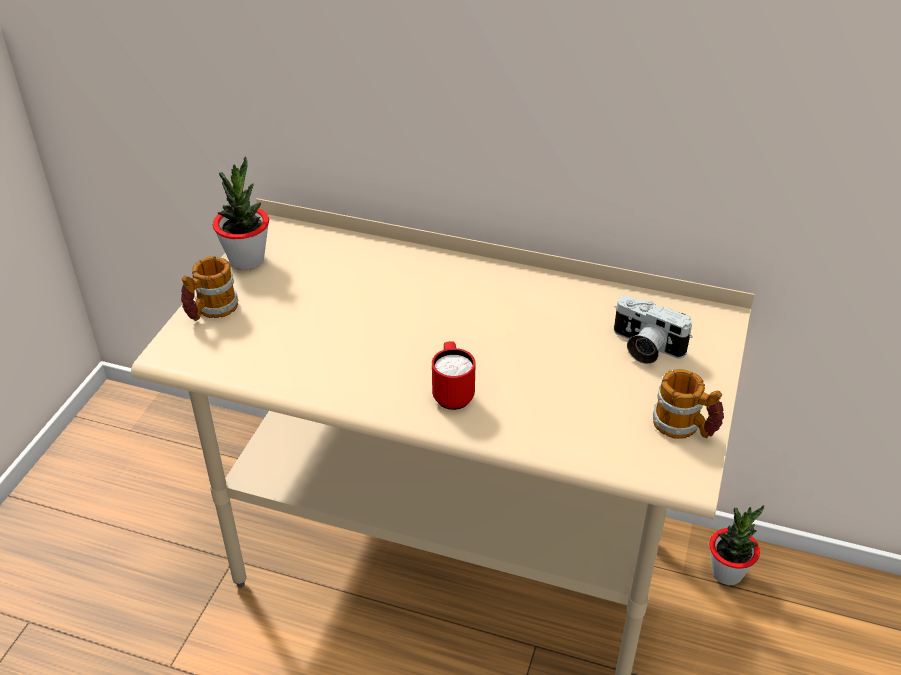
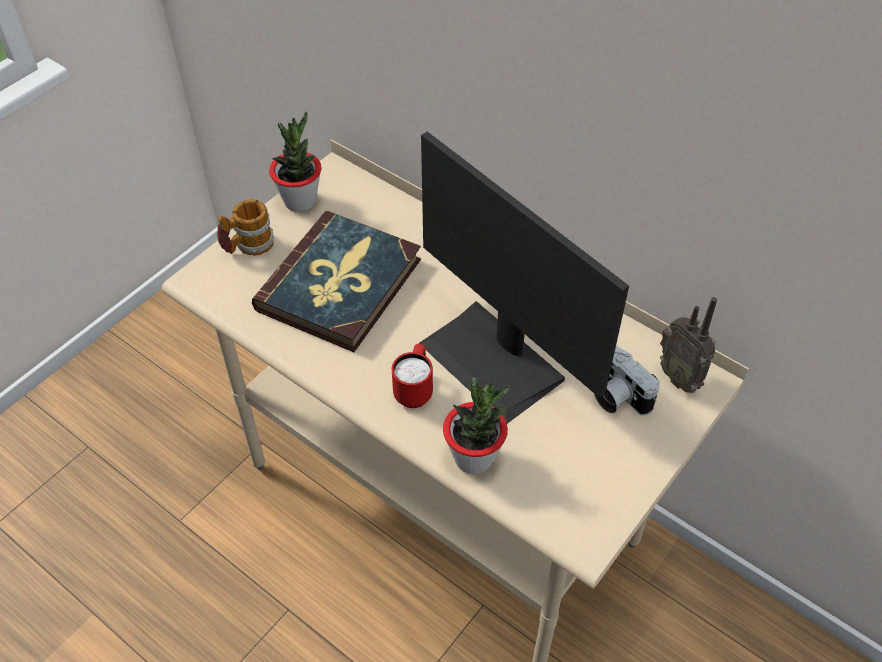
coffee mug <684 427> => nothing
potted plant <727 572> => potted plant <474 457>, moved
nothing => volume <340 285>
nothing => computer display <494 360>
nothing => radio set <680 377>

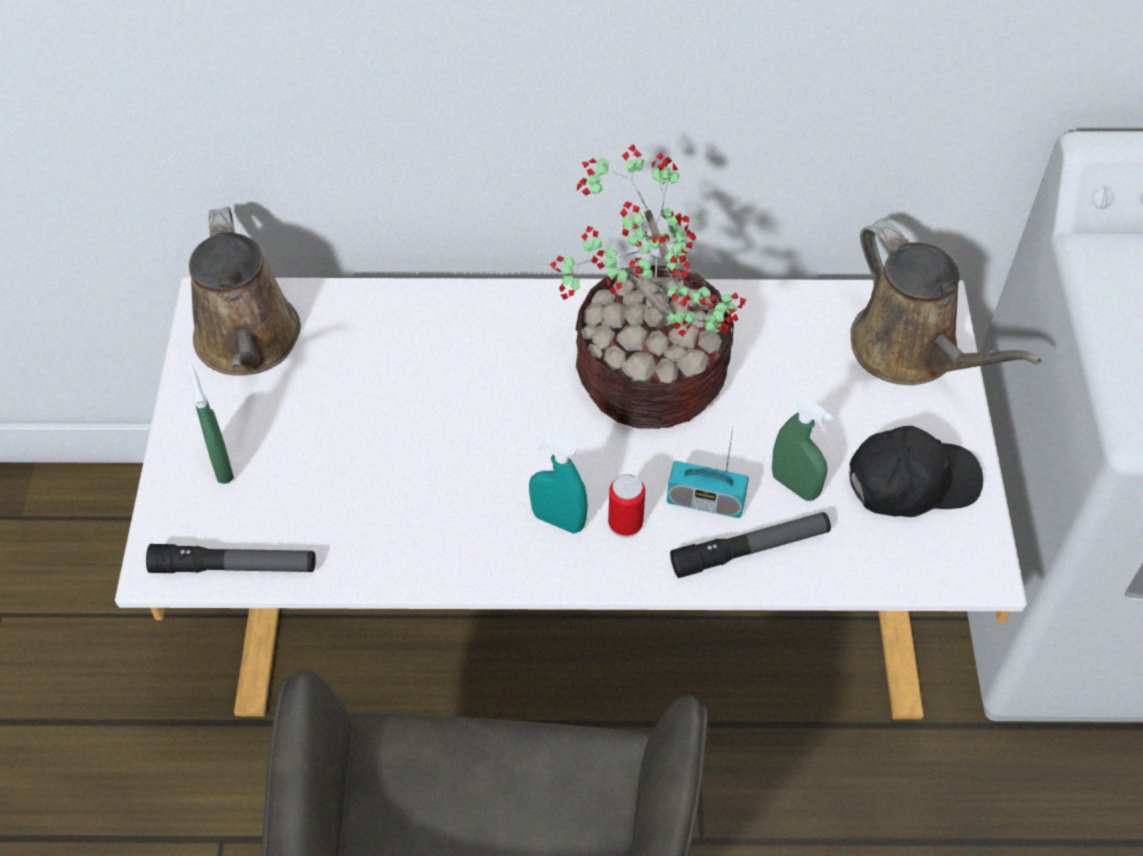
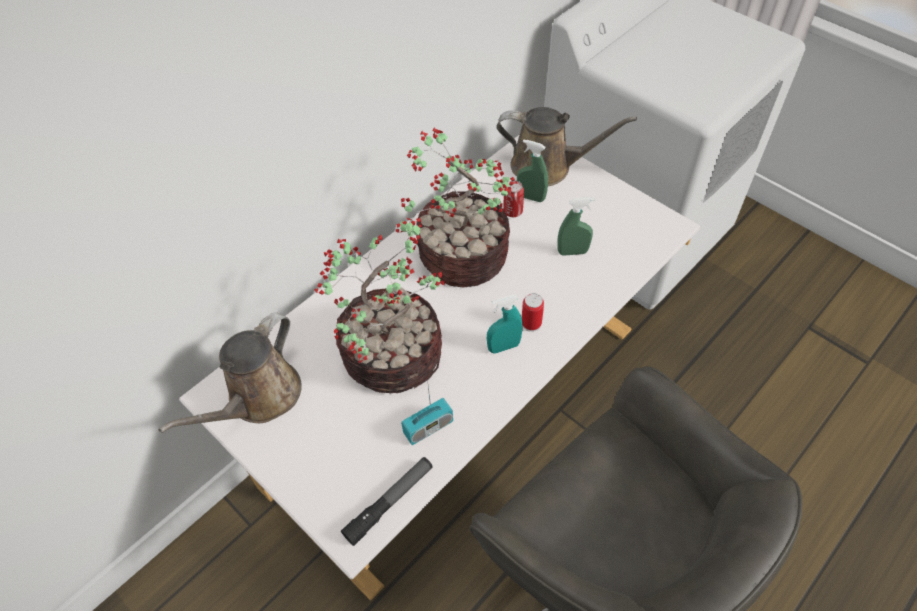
hand sprayer in greenish <221 465> => hand sprayer in greenish <531 197>, moved
watering pot in brownish <249 344> => watering pot in brownish <259 398>, 90 degrees clockwise
radio set <705 501> => radio set <428 428>, moved
torch <750 550> => nothing
cap in black <911 482> => nothing
nothing => potted plant <395 355>
nothing => metal can <513 211>

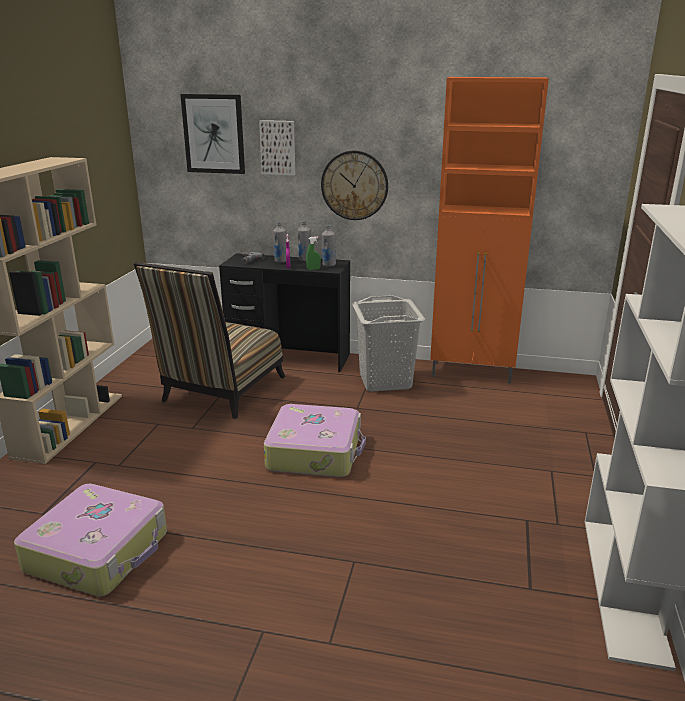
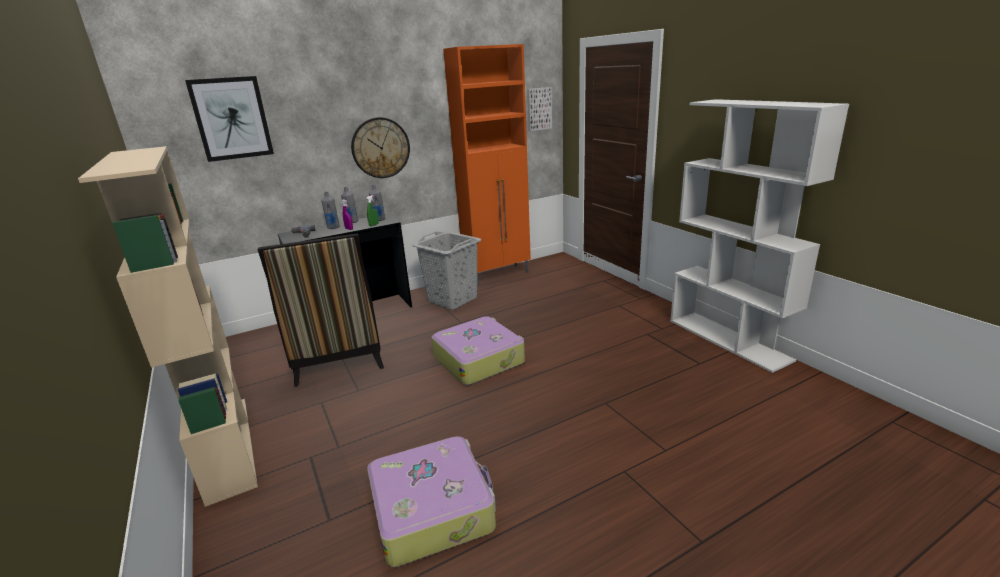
wall picture <278 147> => wall picture <538 109>, moved

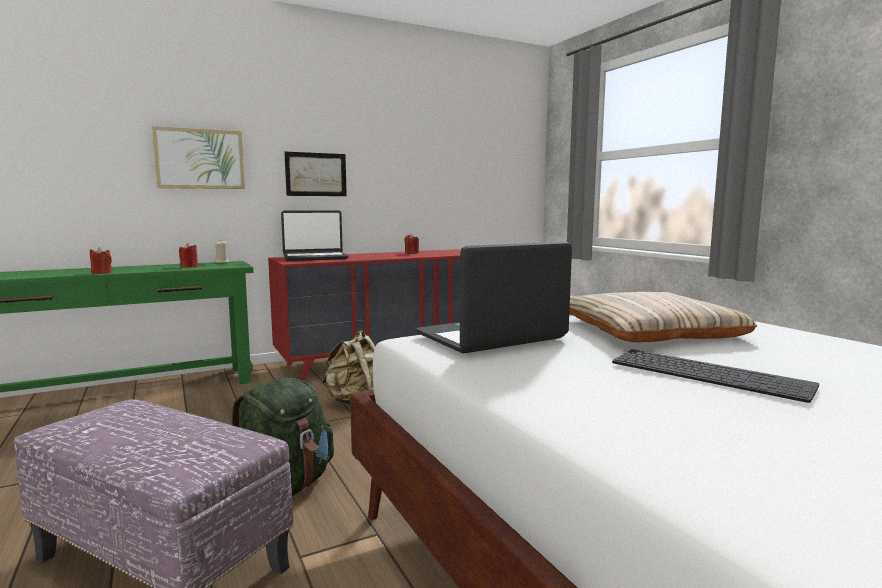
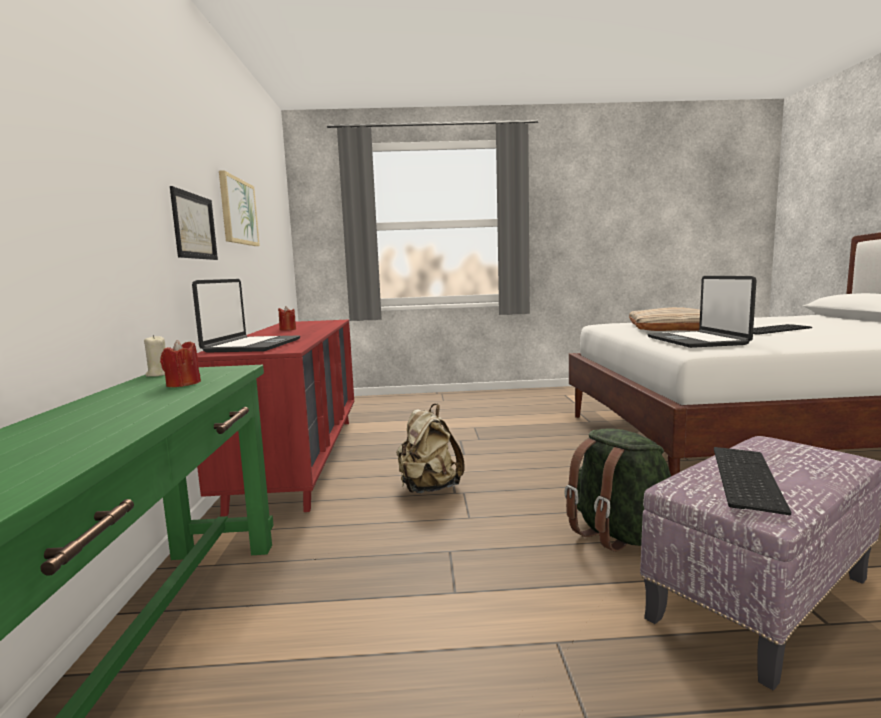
wax light in red <101 272> => nothing
wall picture <200 159> => wall picture <238 212>, moved
nothing => keyboard <742 476>

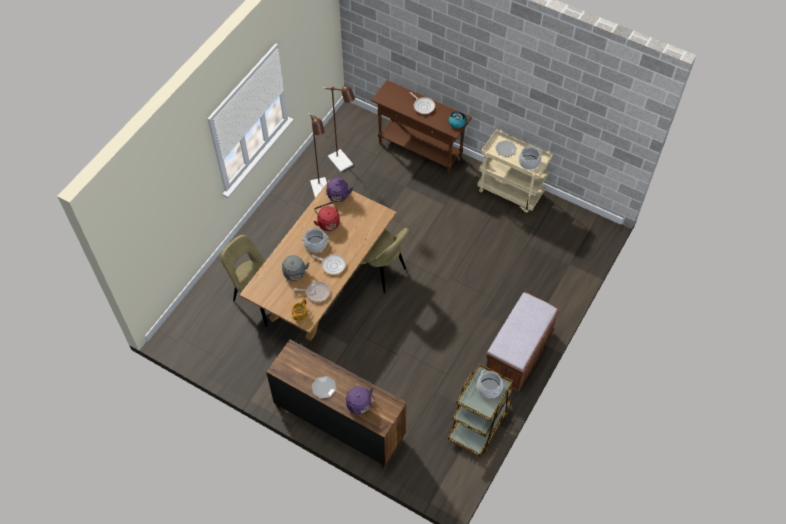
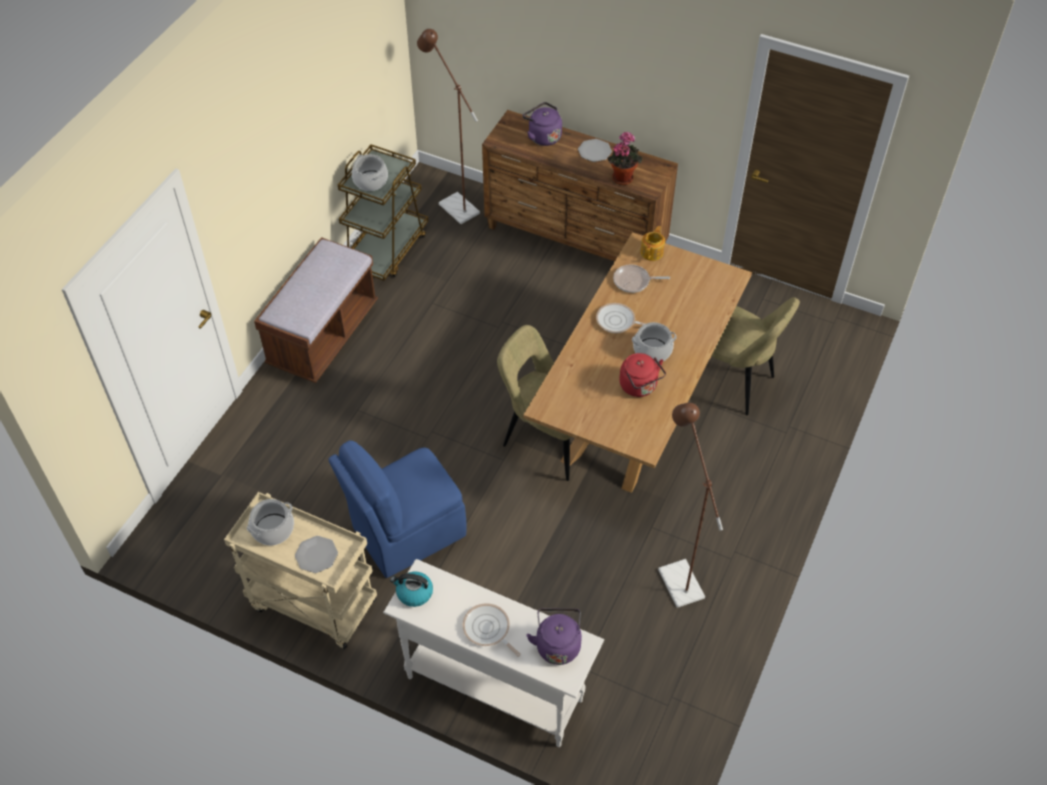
tea kettle in grey <295 274> => nothing
standard lamp in brownish <343 164> => standard lamp in brownish <454 204>, moved
tea kettle in purplish <338 196> => tea kettle in purplish <557 644>, moved
narrow table in brownish <420 150> => narrow table in white-coloured <494 688>
nothing => upright chair in bluish <406 532>
nothing => potted plant <623 177>

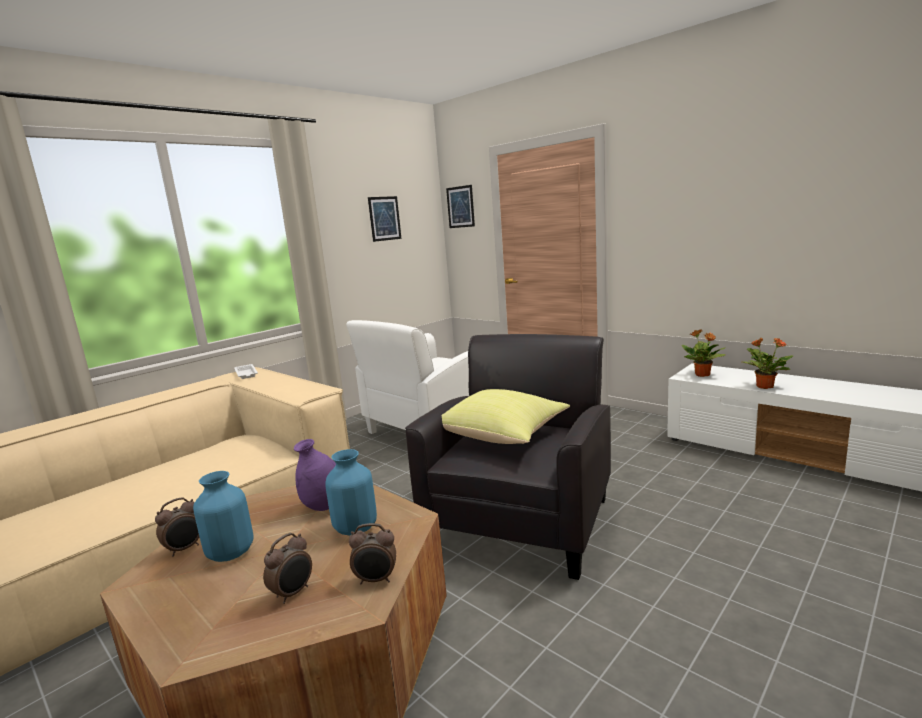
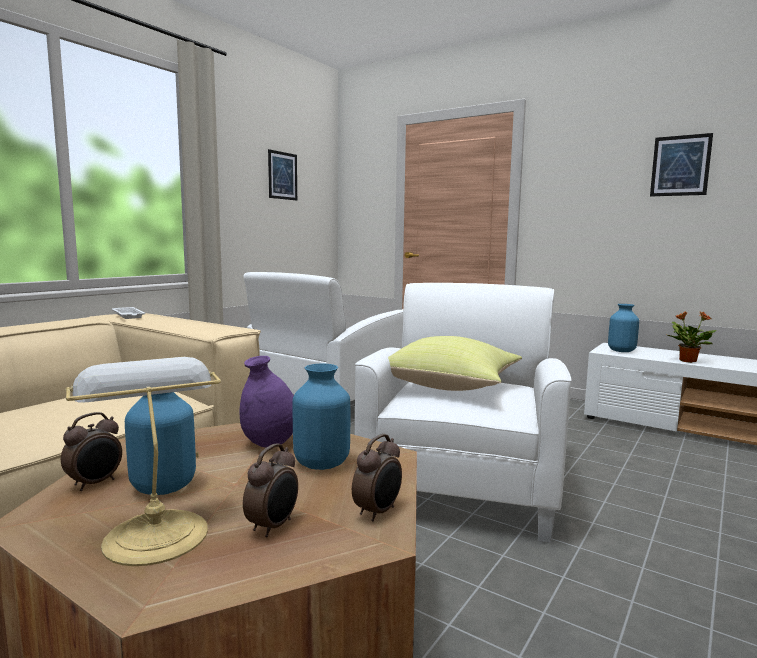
table clock <376 580> => table clock <378 512>, 45 degrees counterclockwise
lounge chair in black <522 521> => lounge chair in white-coloured <463 487>
wall picture <460 207> => wall picture <680 165>, moved
potted plant <702 375> => vase in bluish <621 351>
nothing => tabletop lamp <154 533>

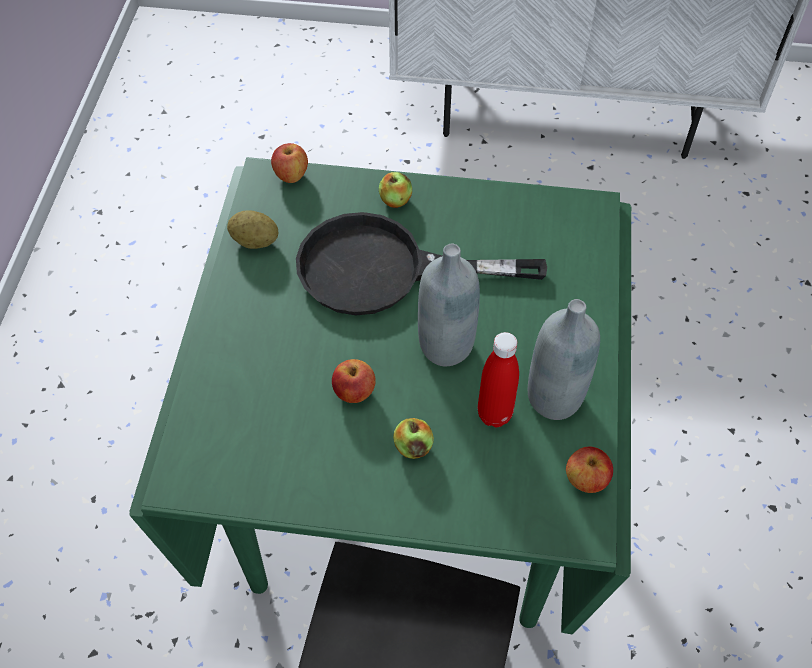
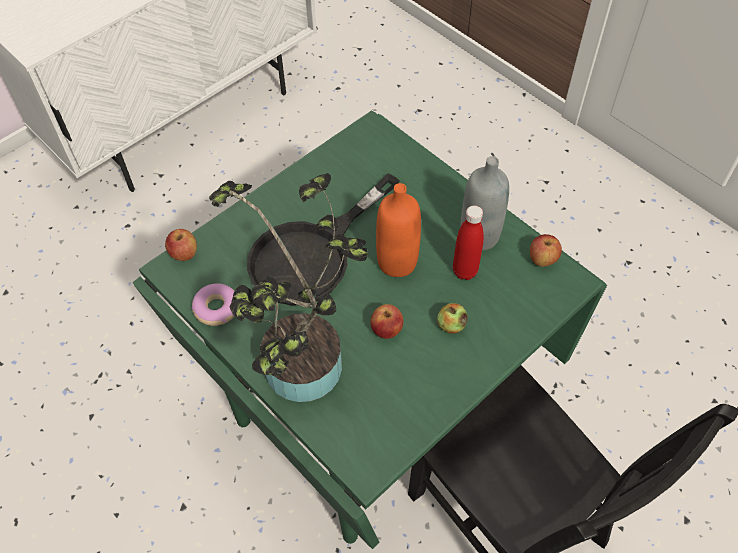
spud <255 241> => doughnut <217 308>
whole apple <395 200> => nothing
drink bottle in grey <446 346> => drink bottle in orange-coloured <397 262>
nothing => potted plant <302 375>

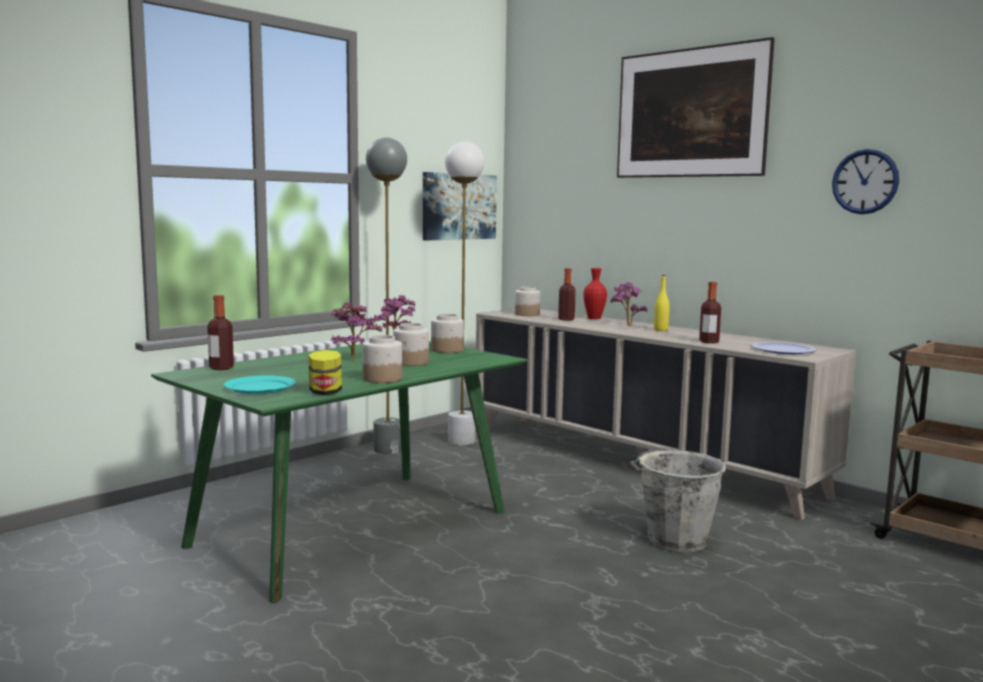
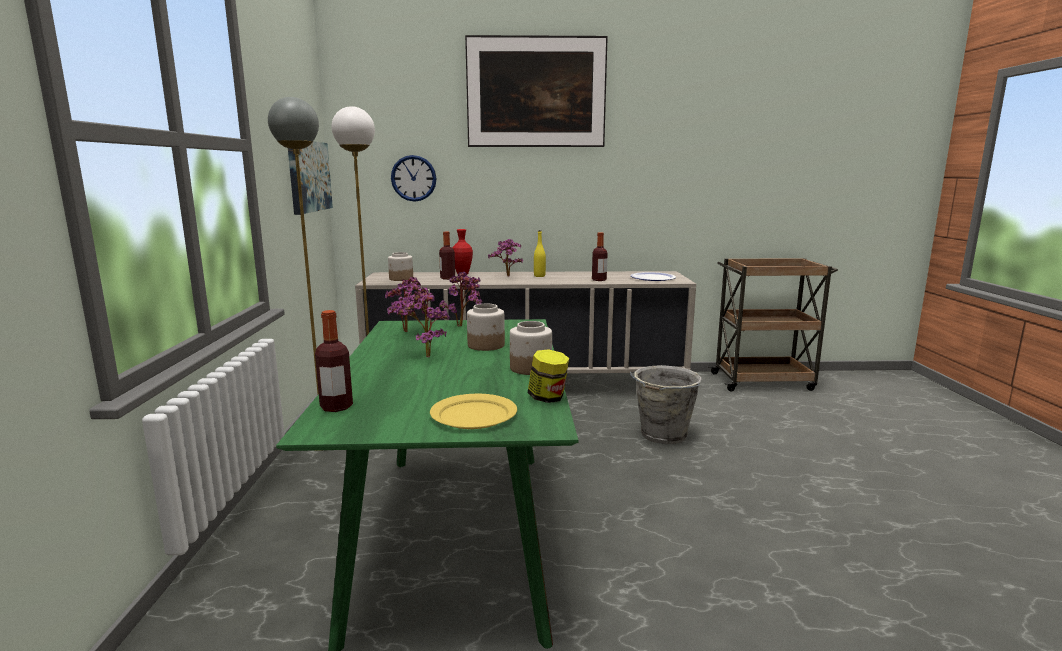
dinner plate in turquoise-coloured <259 388> => dinner plate in yellowish <474 415>
jar <446 350> => potted plant <463 326>
clock on the wall <865 182> => clock on the wall <413 178>, moved

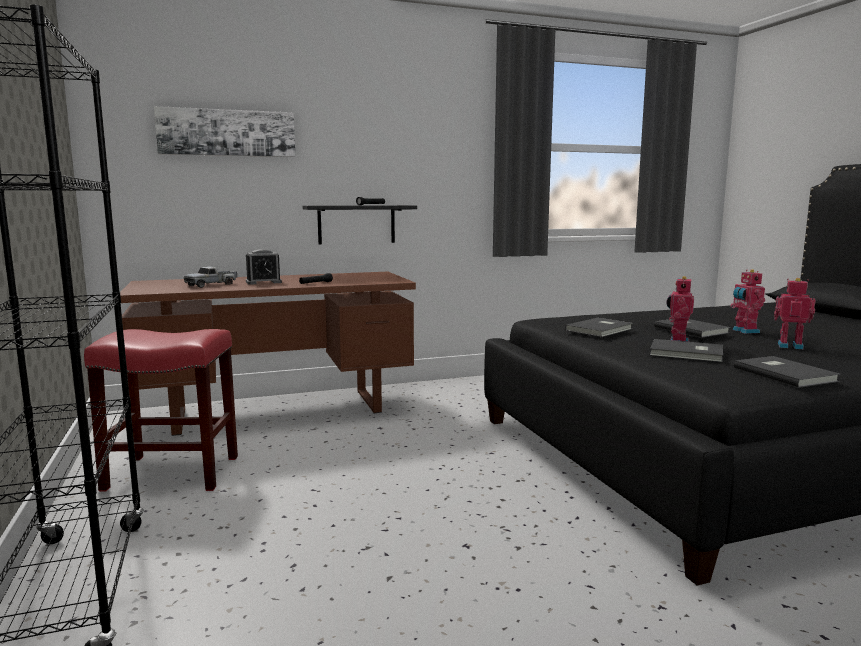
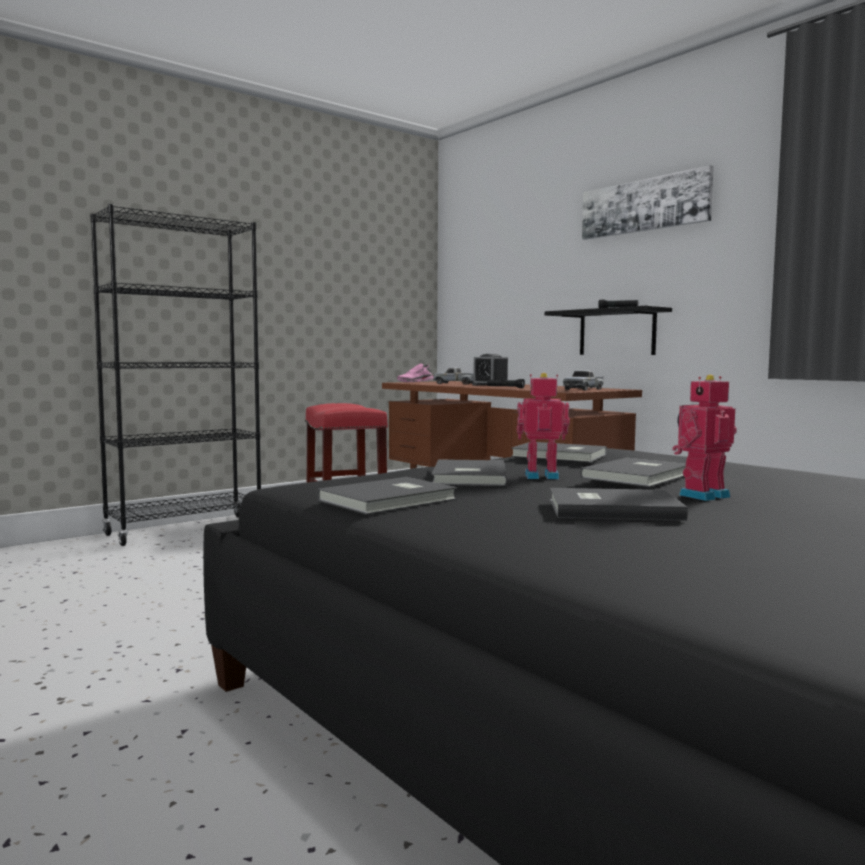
wall picture <227 133> => wall picture <644 206>, moved
model robot <790 346> => volume in grey <611 509>
nothing => low shoe in pinkish <416 382>
nothing => toy truck <584 389>

